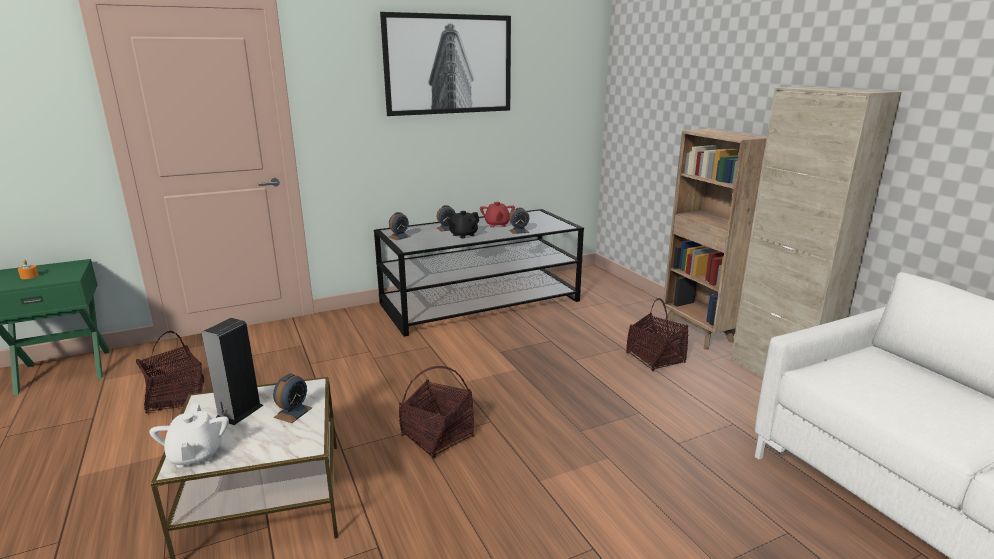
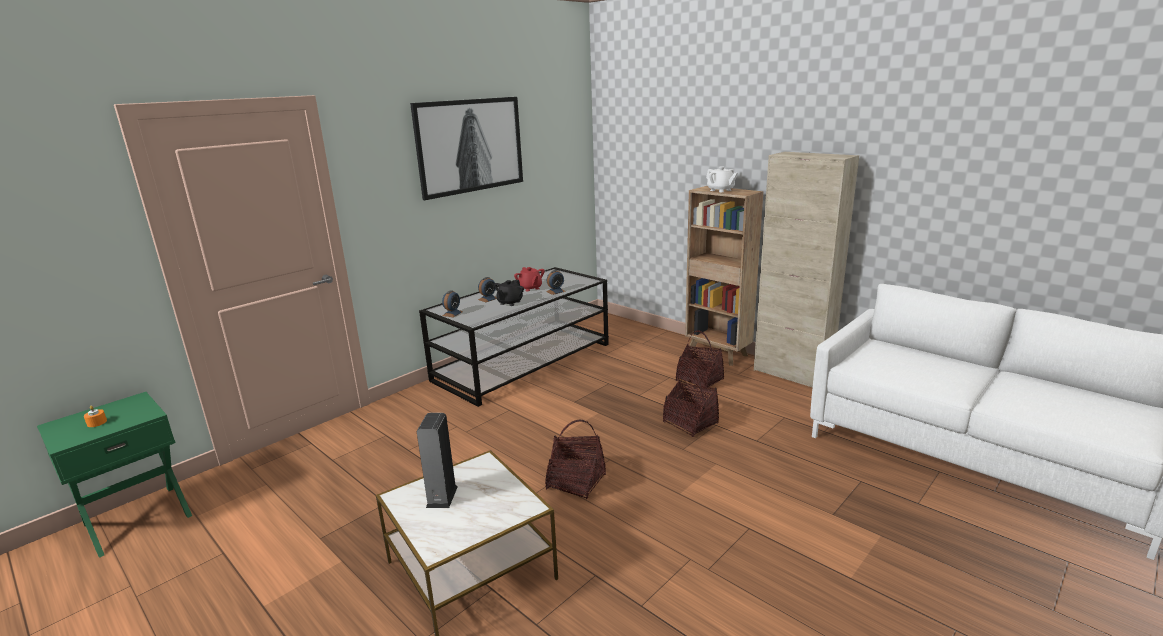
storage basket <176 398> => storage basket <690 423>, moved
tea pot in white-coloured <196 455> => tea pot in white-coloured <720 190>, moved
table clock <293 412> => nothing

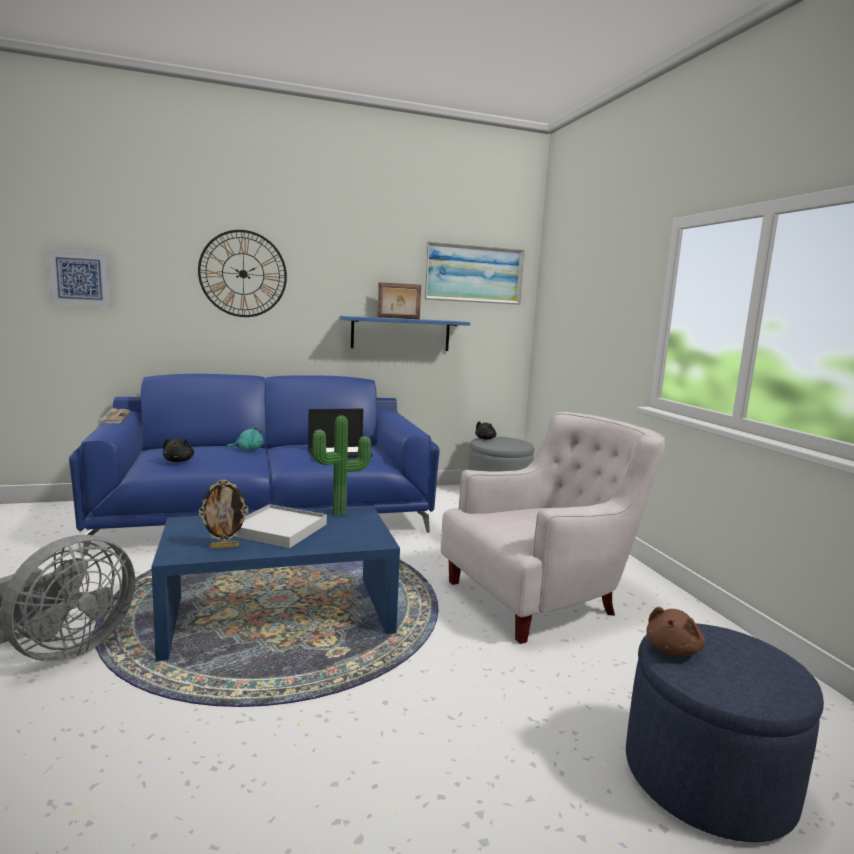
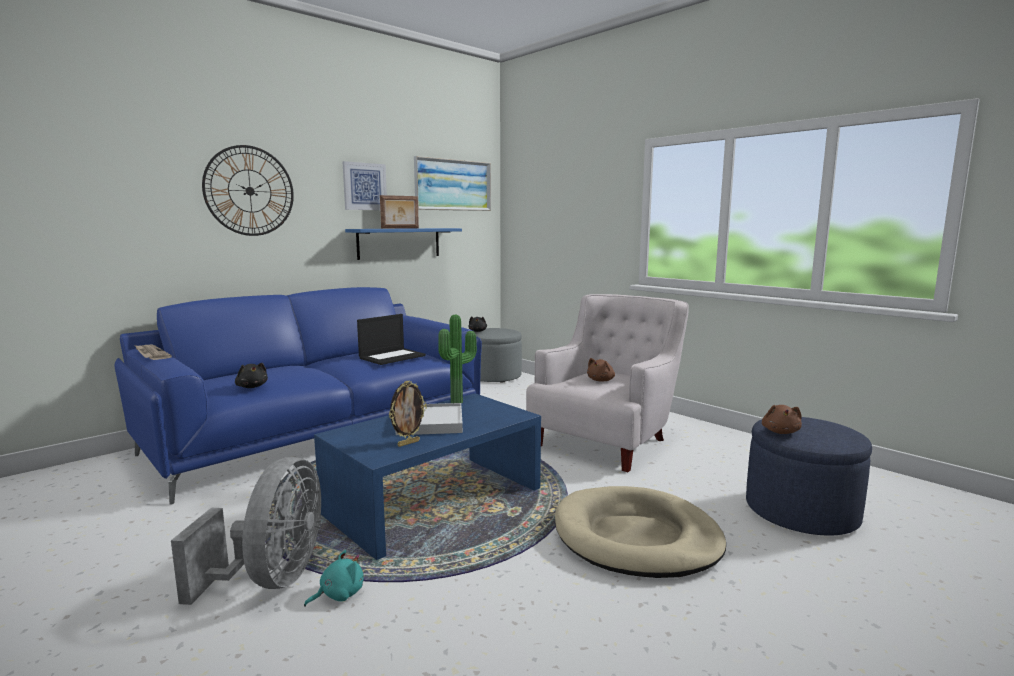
wall picture <79 278> => wall picture <364 186>, moved
soft toy in turquoise-coloured <248 450> => soft toy in turquoise-coloured <339 594>, moved
nothing => dog bed in beige-coloured <636 537>
nothing => soft toy in brownish <601 380>

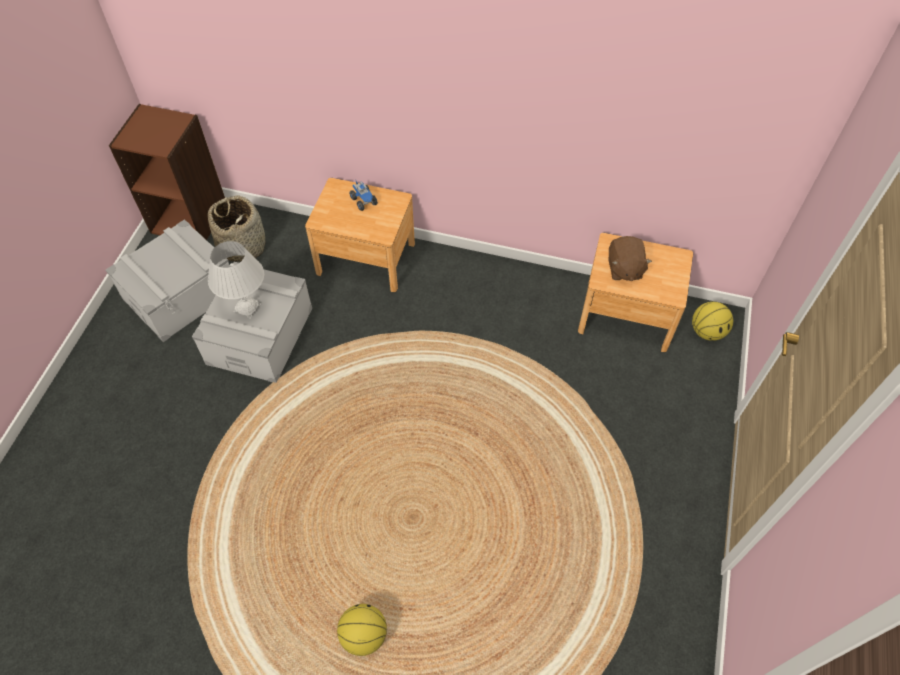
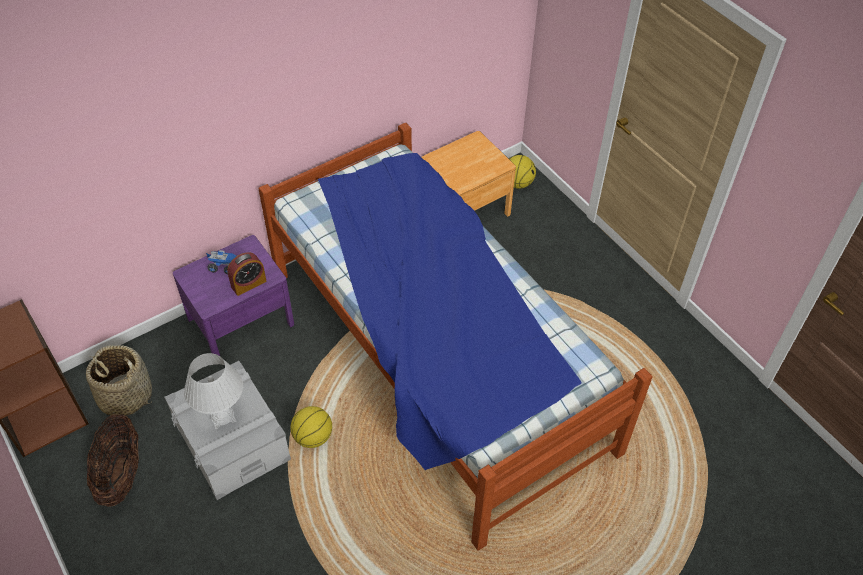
storage container in grey <180 294> => storage basket <121 474>
bedside table in brownish <366 258> => bedside table in purplish <241 321>
basketball ball <363 635> => basketball ball <313 437>, moved
soft toy in brownish <624 269> => nothing
nothing => table clock <248 284>
nothing => sleeping bed <436 359>

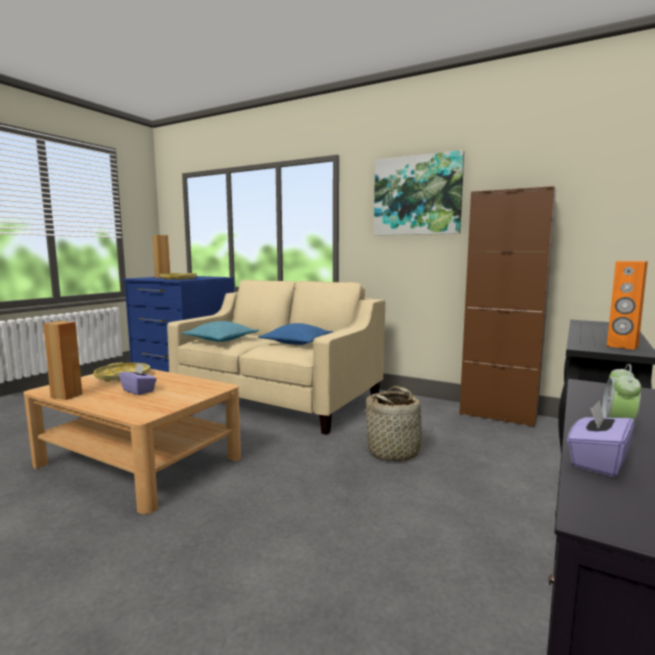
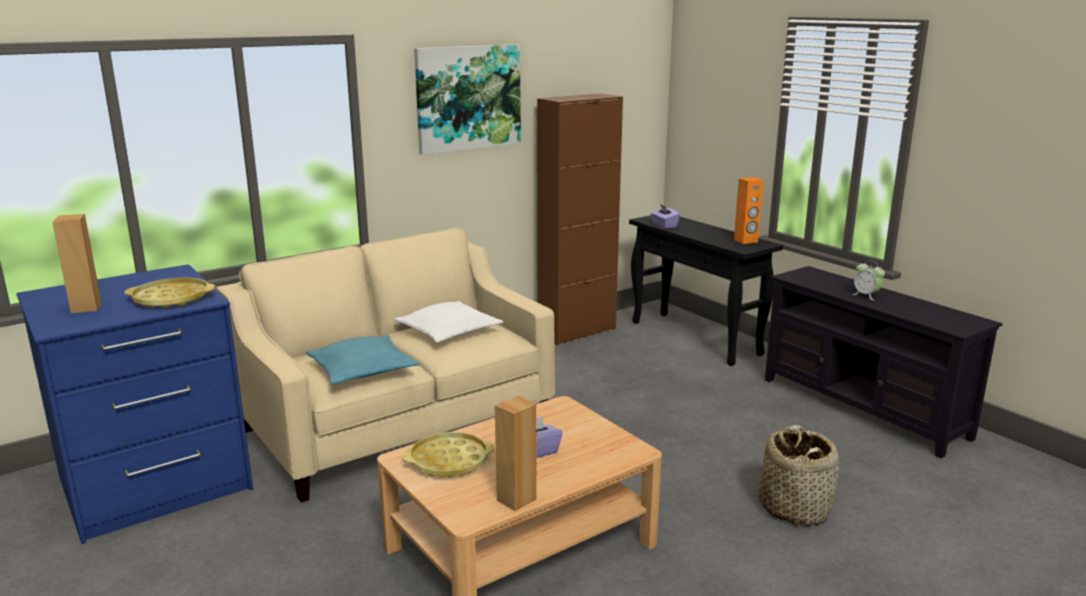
throw pillow in bluish <297 343> => throw pillow in white-coloured <449 332>
storage basket <394 451> => storage basket <794 508>, moved
tissue holder in purplish <597 461> => tissue holder in purplish <664 226>, moved

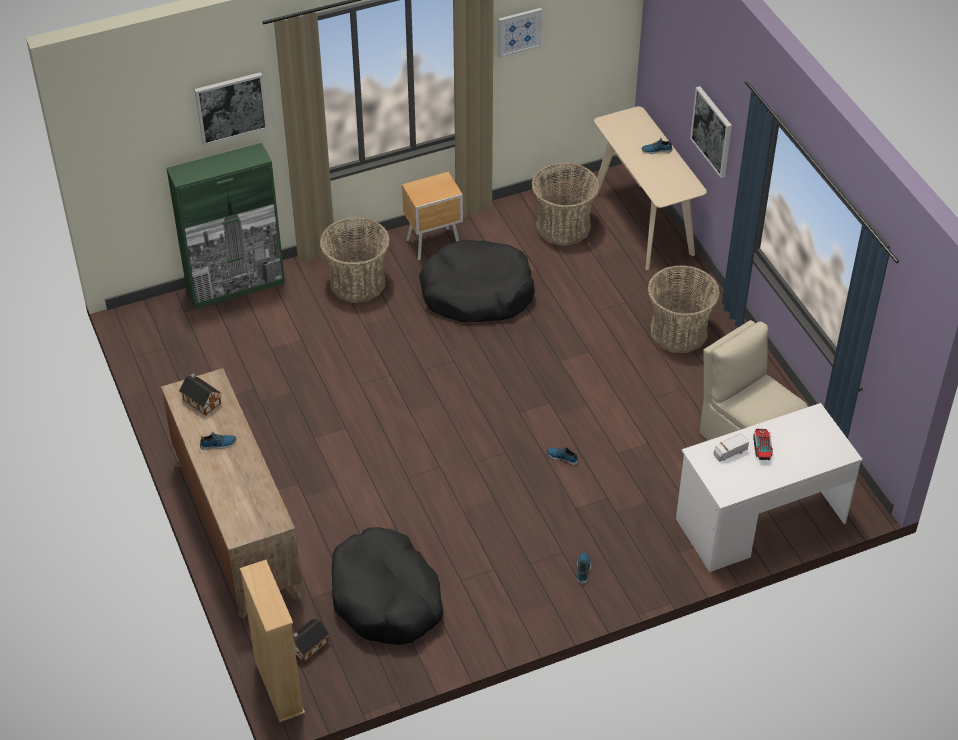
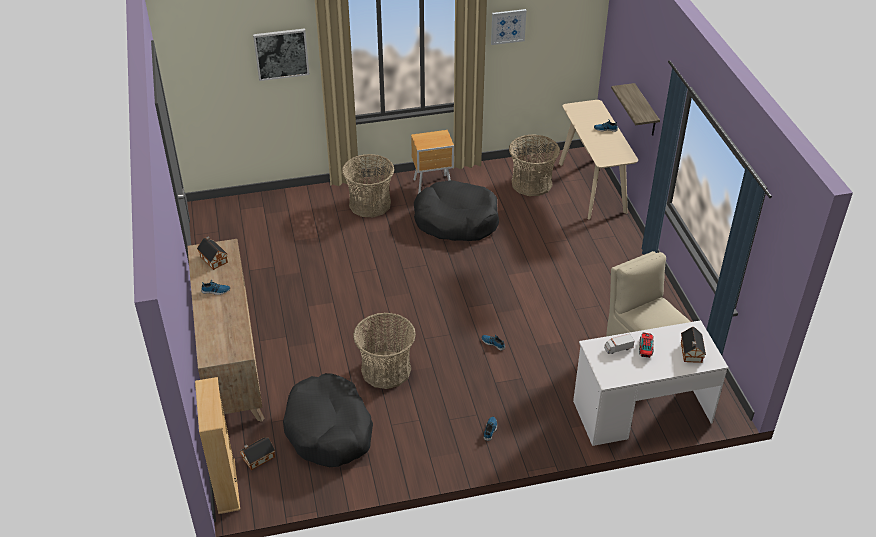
cupboard in greenish <236 286> => nothing
storage basket <679 332> => storage basket <386 370>, moved
wall picture <712 131> => bracket shelf <645 111>
nothing => miniature house <691 353>

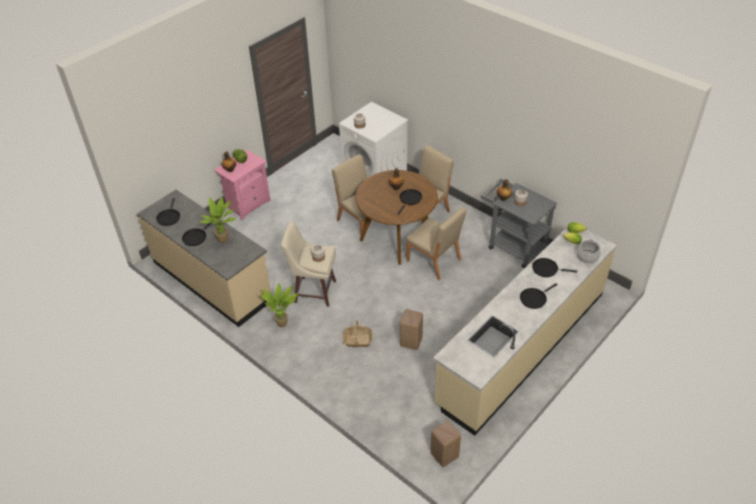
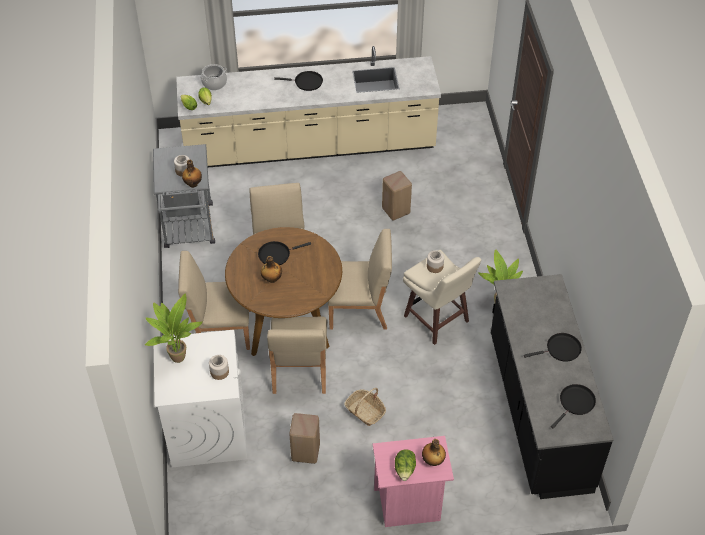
kitchen counter in beige-coloured <212 280> => kitchen counter in black <537 412>
potted plant <224 240> => potted plant <176 356>, moved
storage basket <357 340> => storage basket <365 411>, moved
stool seat in beige-coloured <444 454> => stool seat in beige-coloured <304 452>, moved
frying pan in black <546 269> => nothing
nothing => upright chair in beige-coloured <359 310>

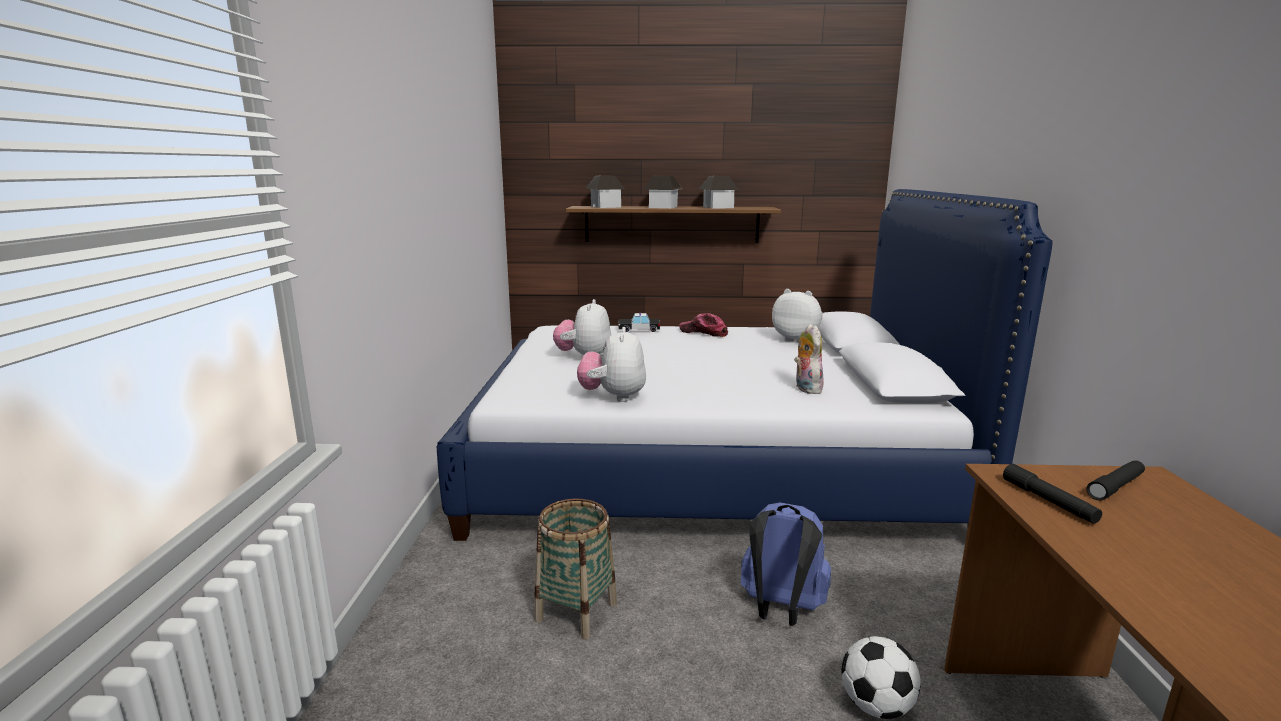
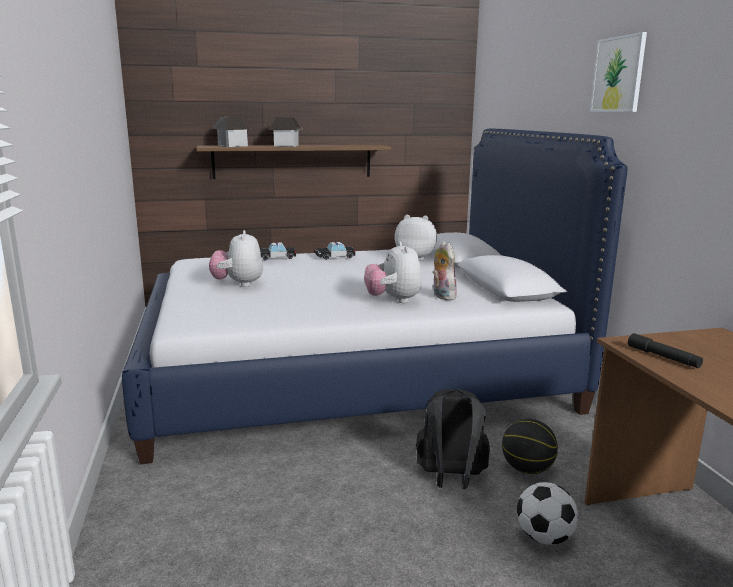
storage basket <576 611> => nothing
soft toy <613 397> => soft toy <393 300>, moved
cap <704 332> => model car <335 257>
miniature house <717 207> => nothing
rucksack in bluish <780 610> => rucksack in black <451 479>
torch in black <1115 487> => nothing
nothing => basketball ball <527 469>
nothing => wall picture <618 74>

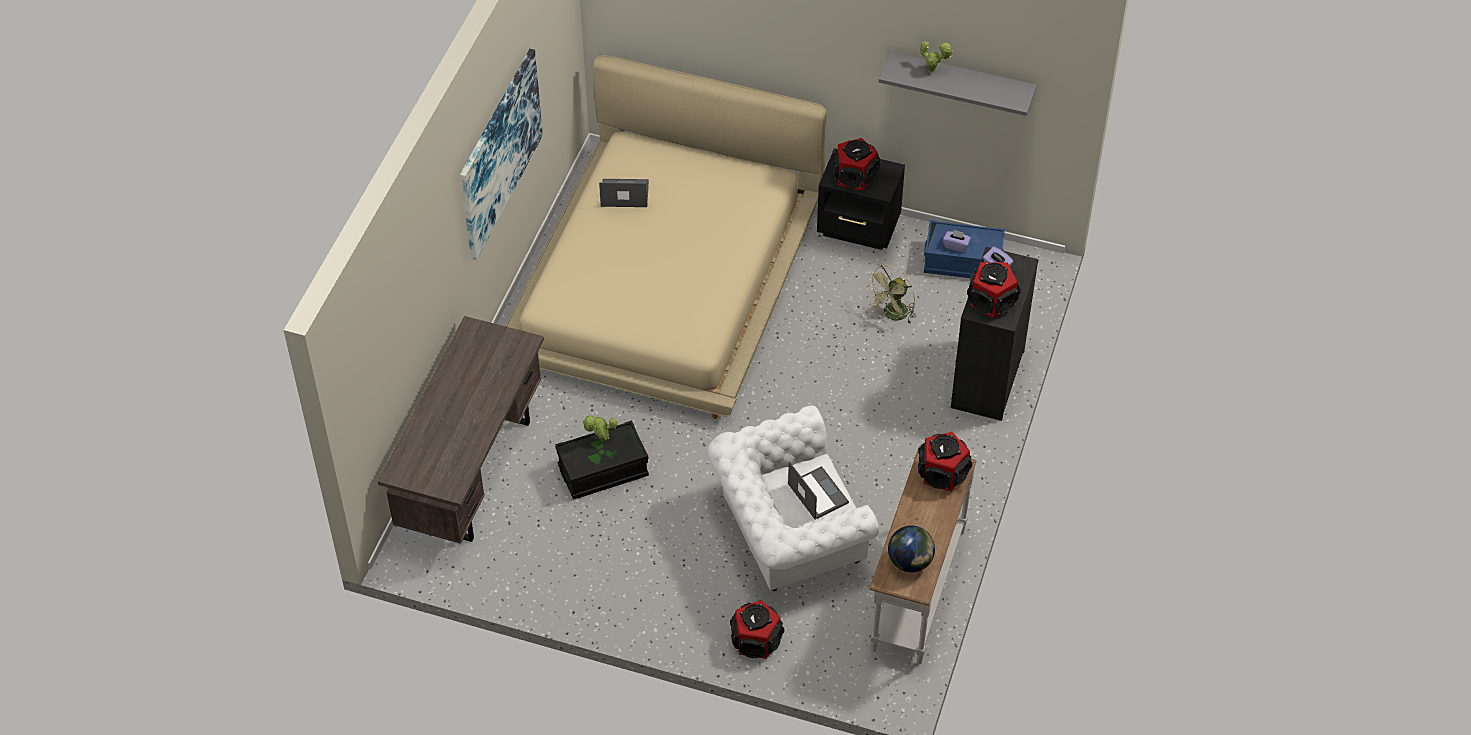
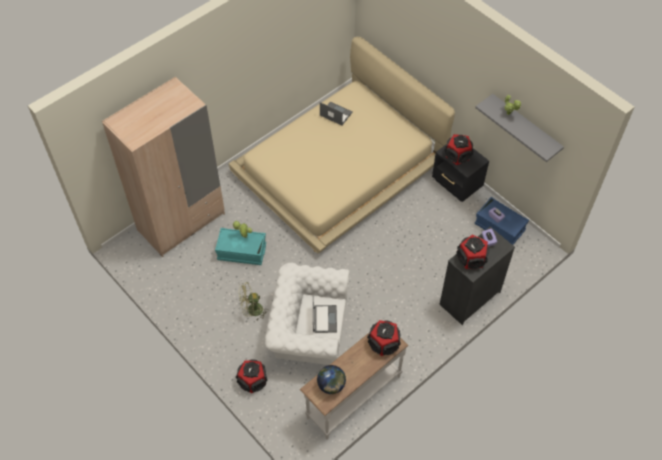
desk table in brownish <471 471> => armoire in beige-coloured <181 222>
wall picture <499 153> => nothing
storage container in black <603 471> => storage container in turquoise-coloured <242 252>
cooling fan in greenish <892 315> => cooling fan in greenish <252 311>, moved

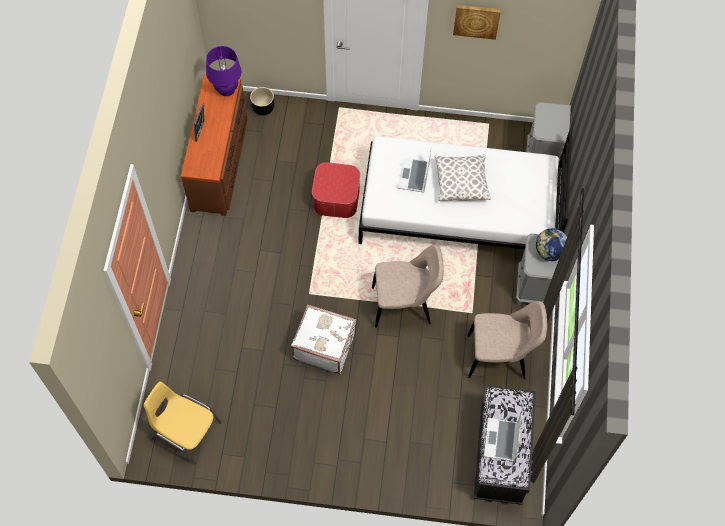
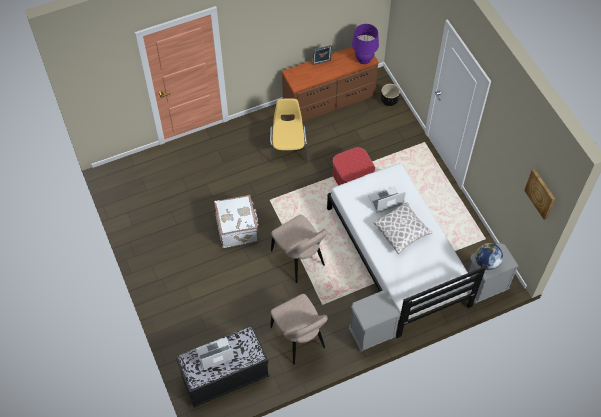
upright chair in yellowish <185 430> => upright chair in yellowish <288 146>, moved
wall picture <476 20> => wall picture <540 193>, moved
desk globe <549 252> => desk globe <486 262>, moved

